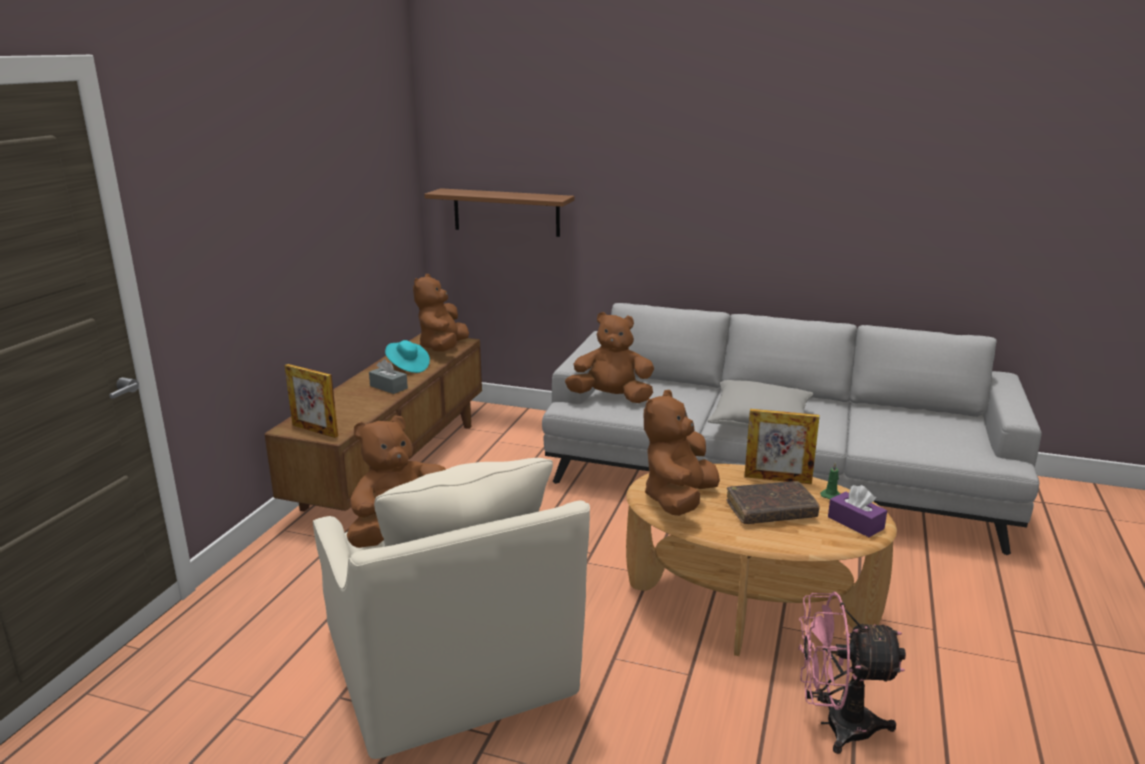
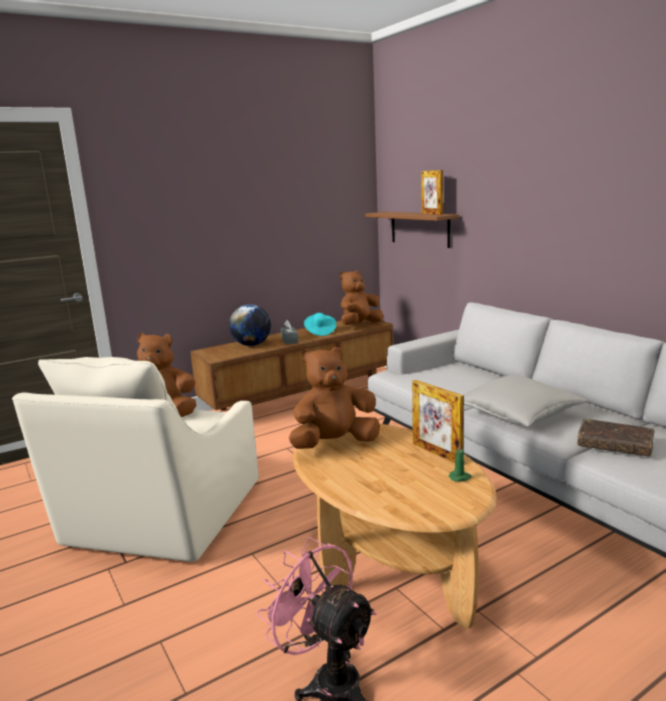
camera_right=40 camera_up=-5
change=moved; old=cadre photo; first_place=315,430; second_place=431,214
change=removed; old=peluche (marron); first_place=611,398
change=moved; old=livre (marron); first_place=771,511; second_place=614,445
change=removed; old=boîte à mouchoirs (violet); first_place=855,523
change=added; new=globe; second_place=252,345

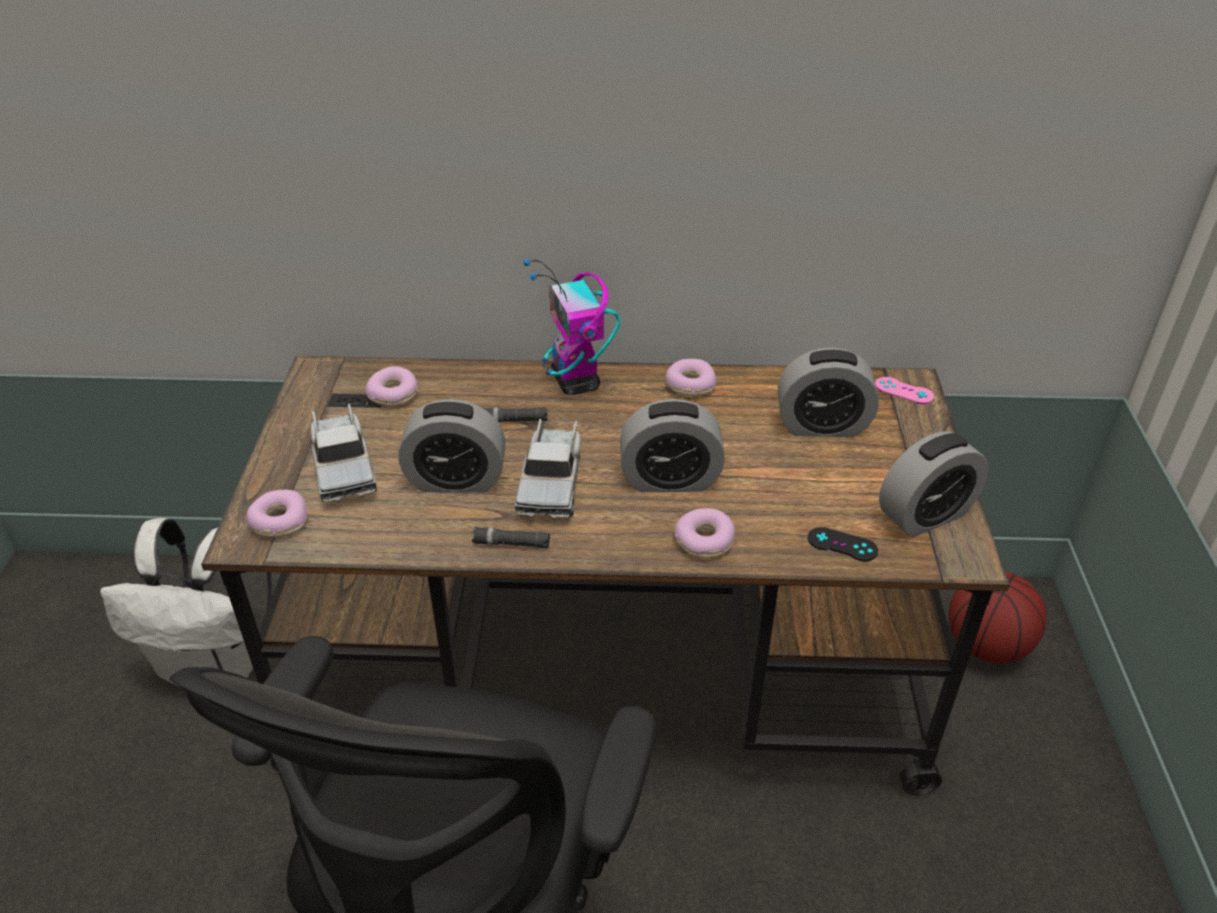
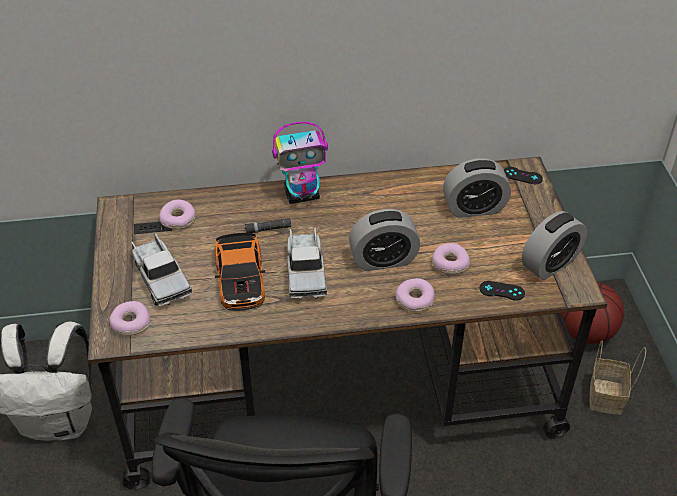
camera_right=-10 camera_up=5
change=replaced; old=réveil; new=petite voiture; first_place=456,480; second_place=241,278
change=removed; old=lampe de poche (noir); first_place=511,543
change=turned; old=robot jouet; first_place=576,382; second_place=302,195; degrees=-75
change=moved; old=beignet; first_place=689,385; second_place=449,264
change=recoloured; old=manette (rose); new=manette (noir); first_place=904,391; second_place=522,176
change=added; new=panier; second_place=606,397

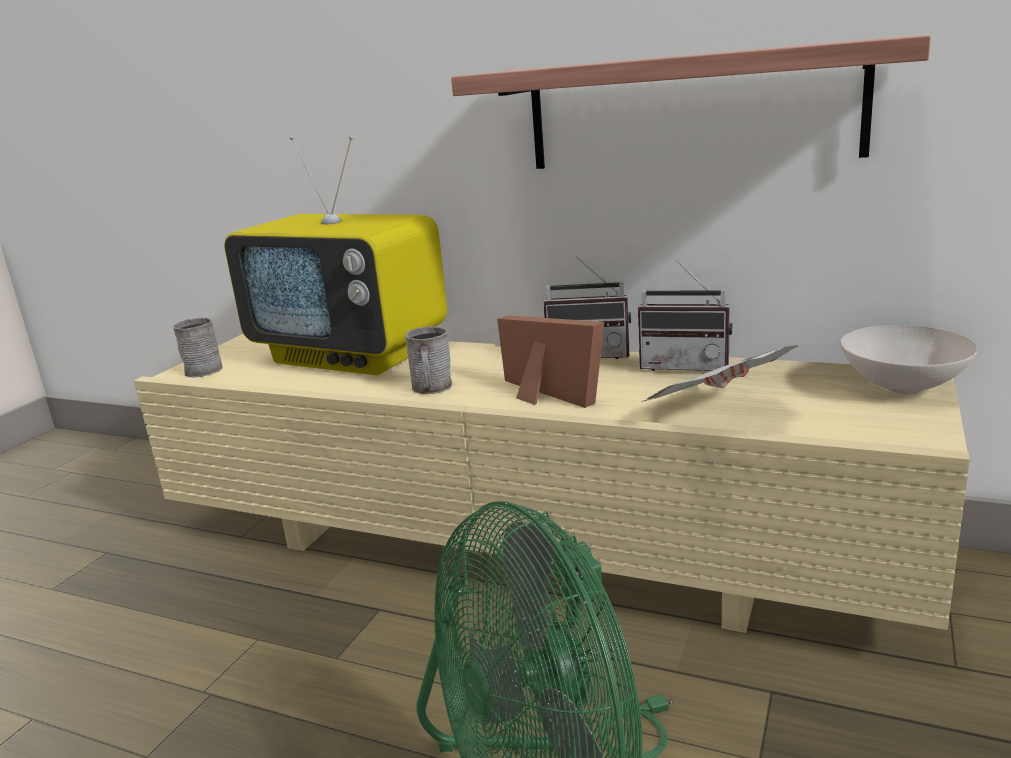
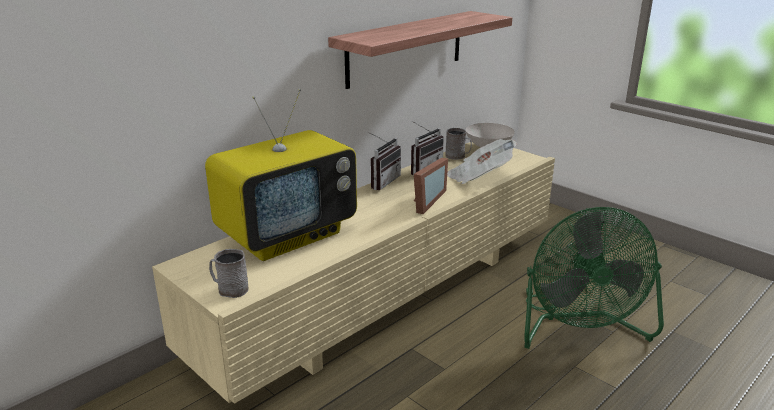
camera_right=-70 camera_up=5
change=moved; old=mug (gris); first_place=432,388; second_place=458,156
change=turned; old=cadre photo; first_place=543,397; second_place=424,201; degrees=135

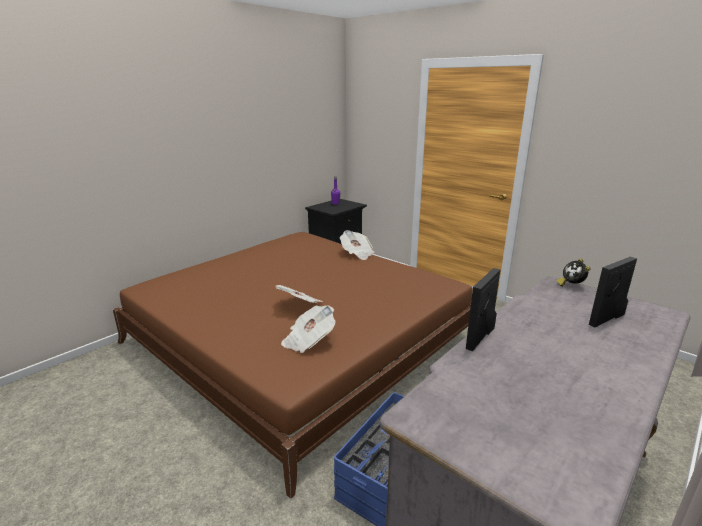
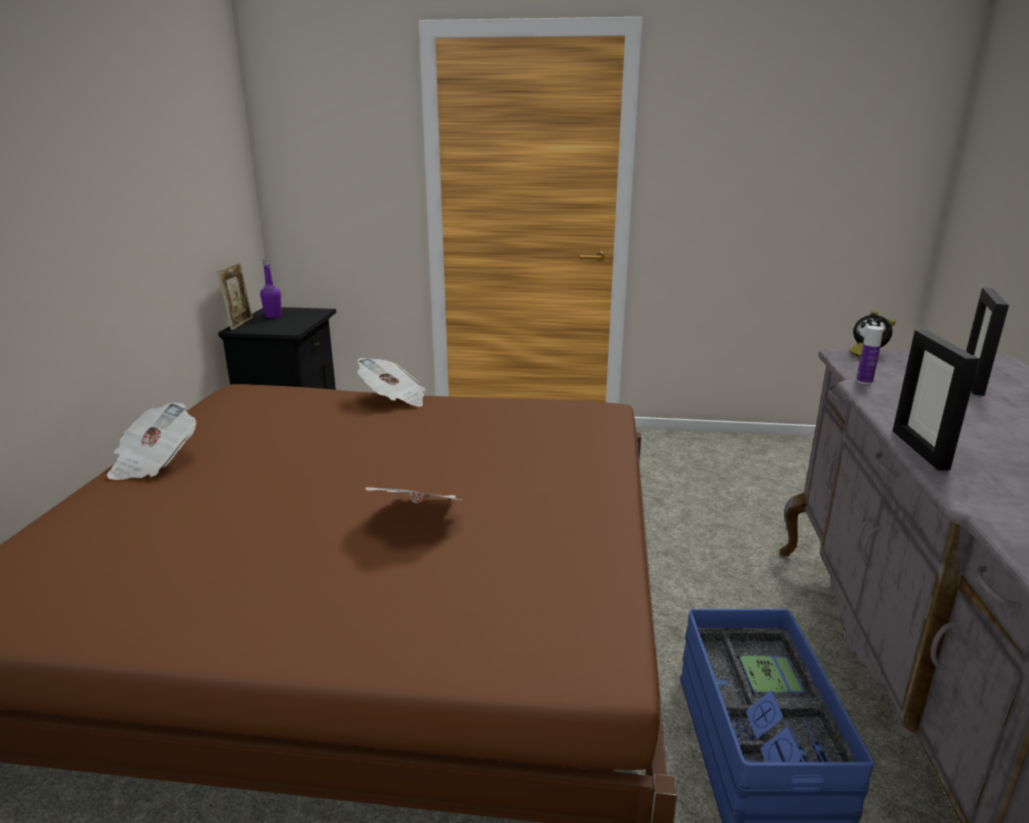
camera_right=-35 camera_up=0
change=moved; old=journal; first_place=308,341; second_place=154,463
change=added; new=cadre photo; second_place=240,324
change=added; new=bouteille; second_place=864,381

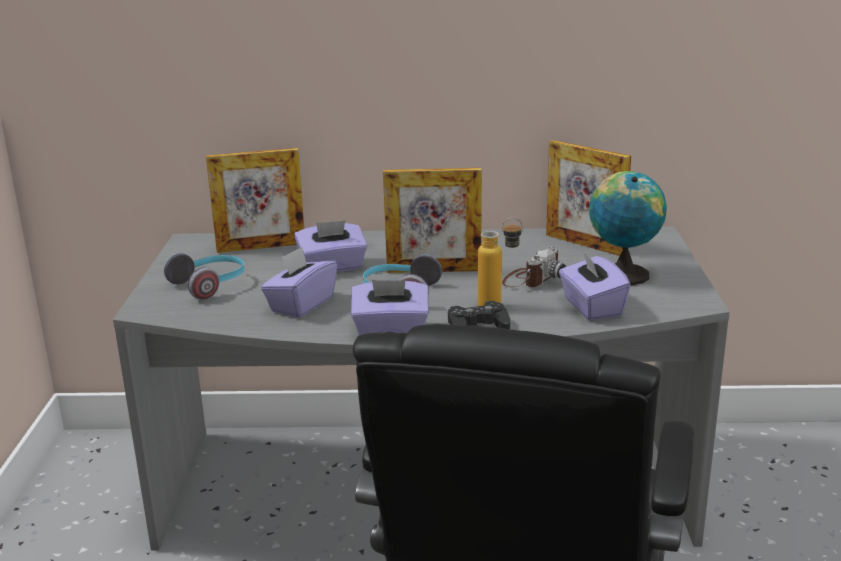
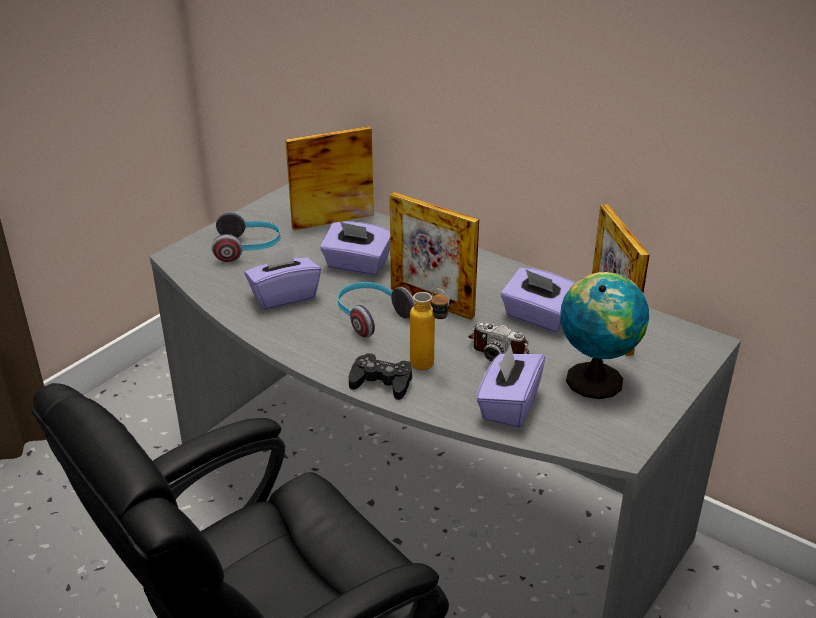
camera_right=35 camera_up=10
change=turned; old=cadre photo; first_place=261,247; second_place=333,221; degrees=135
change=moved; old=boîte à mouchoirs (violet); first_place=390,331; second_place=538,318
change=turned; old=appareil photo; first_place=531,279; second_place=501,348; degrees=45

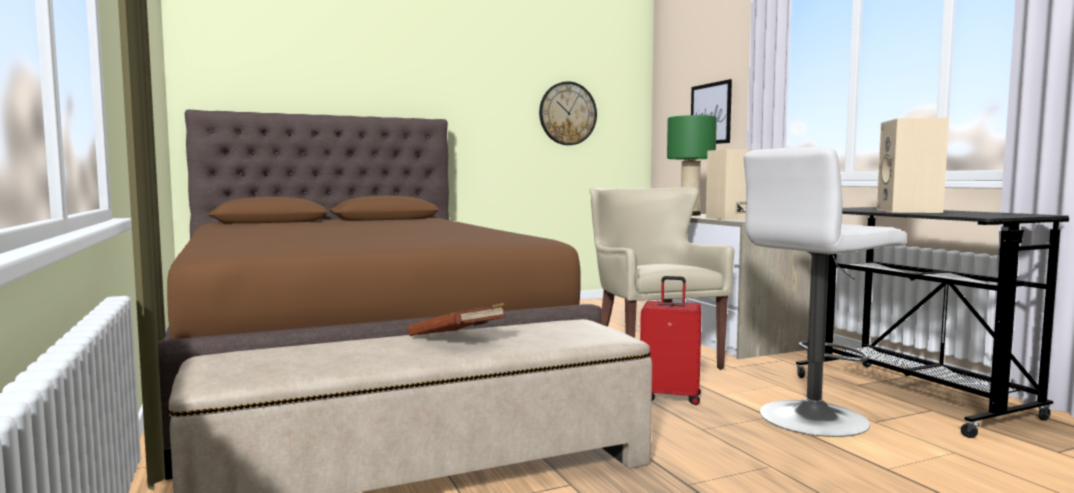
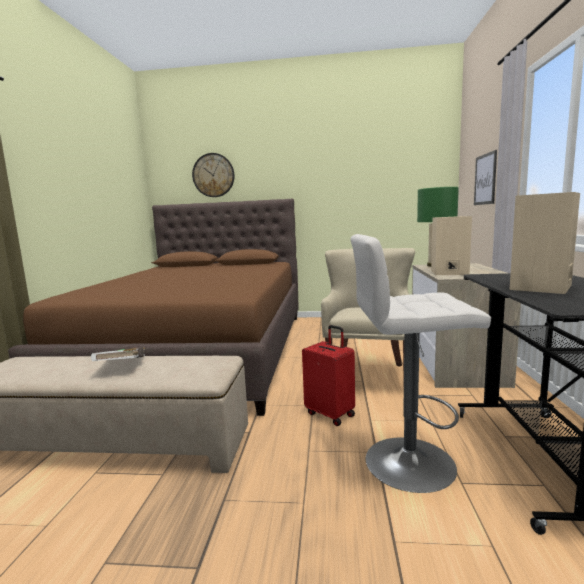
camera_right=30 camera_up=5
change=recoloured; old=livre (marron); new=livre (blanc); first_place=457,340; second_place=123,366
change=moved; old=horloge murale; first_place=567,113; second_place=213,175

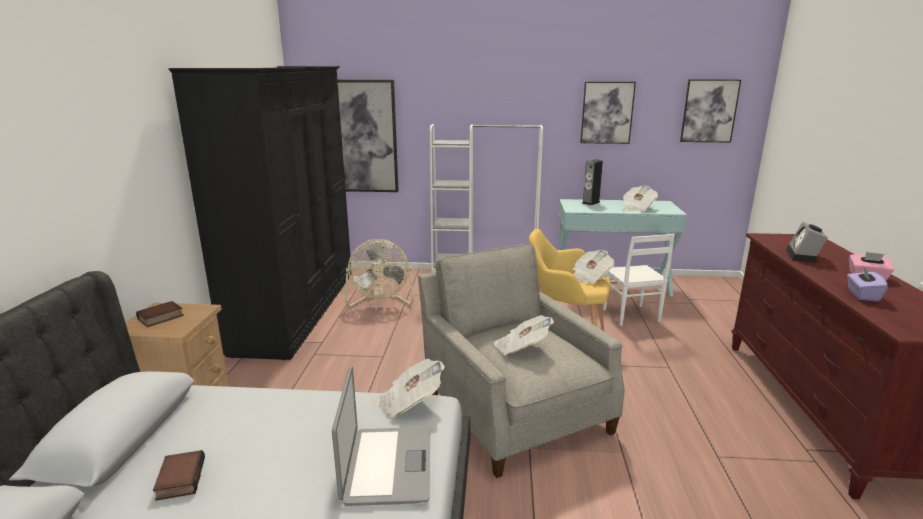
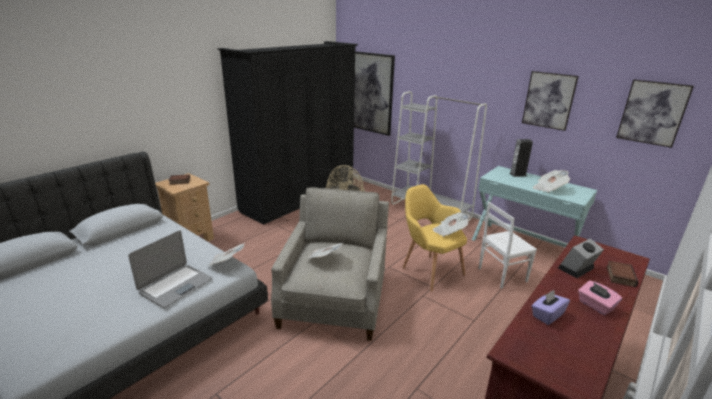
camera_right=35 camera_up=5
change=moved; old=livre; first_place=179,479; second_place=619,276
change=turned; old=chaise (blanc); first_place=630,316; second_place=501,274; degrees=45

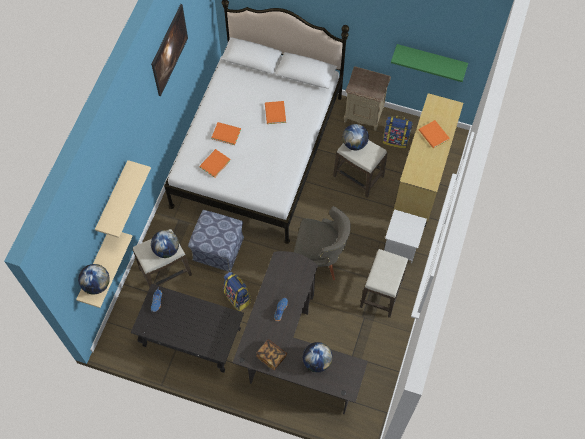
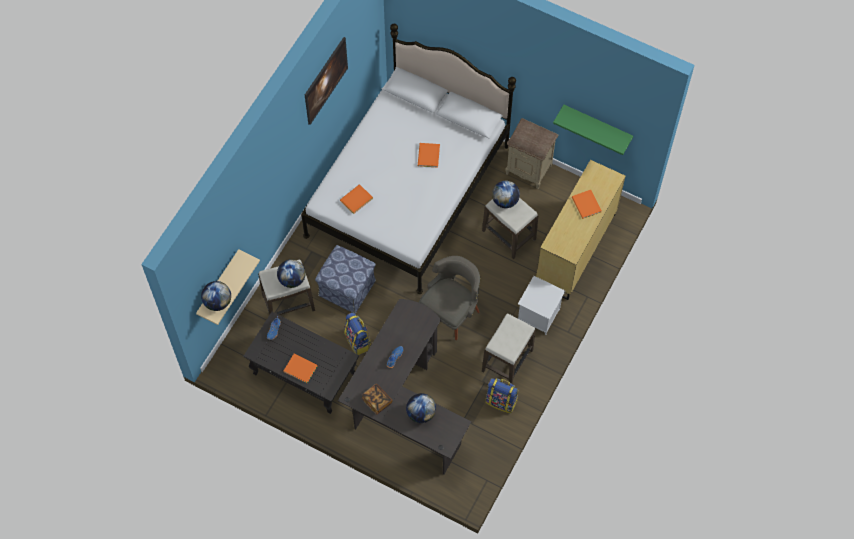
camera_right=10 camera_up=0
change=removed; old=étagère (beige); first_place=113,199
change=moved; old=livre (orange); first_place=225,133; second_place=300,367
change=turned; old=chaise (gris); first_place=320,258; second_place=450,315; degrees=-75
change=moved; old=sac à dos; first_place=396,140; second_place=501,401

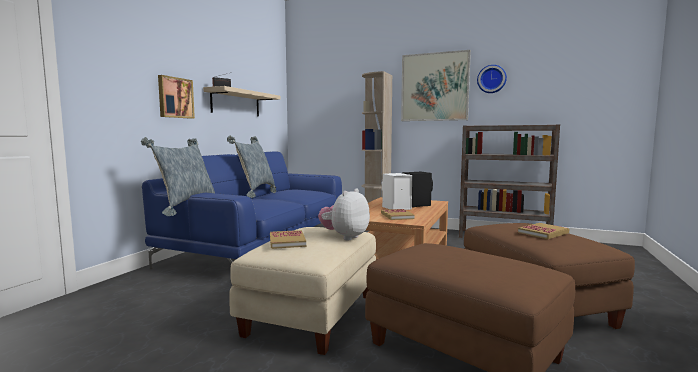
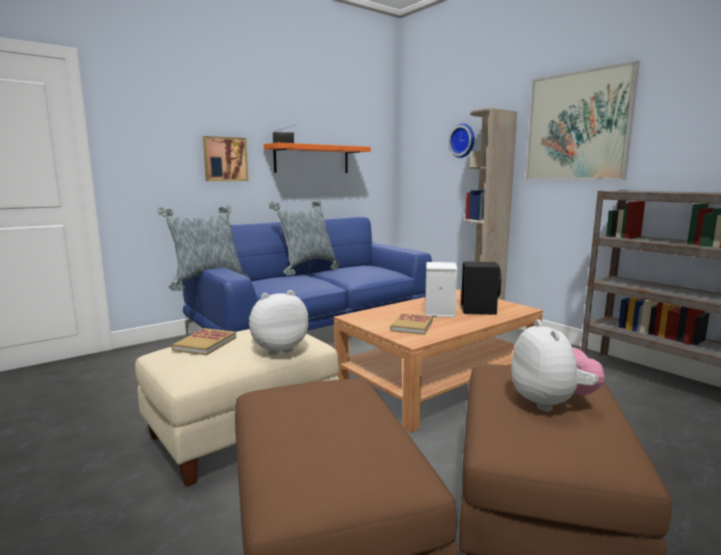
camera_right=30 camera_up=5
change=recoloured; old=étagère (beige); new=étagère (orange); first_place=236,103; second_place=312,159
change=moved; old=horloge murale; first_place=491,79; second_place=463,140
change=replaced; old=livre; new=peluche; first_place=543,233; second_place=551,403

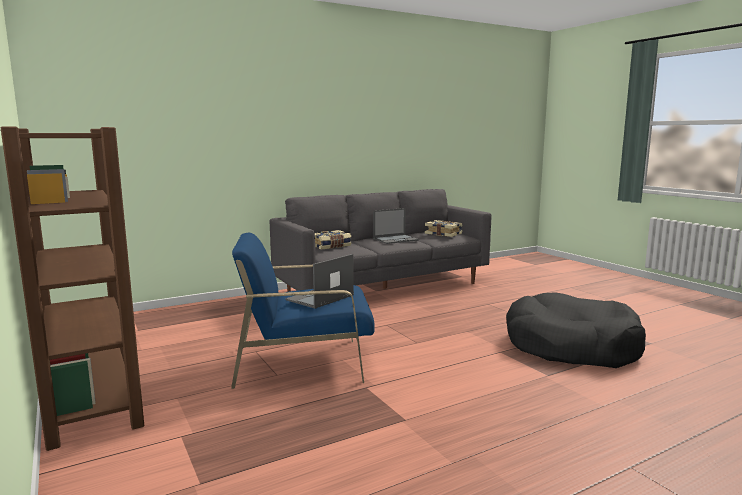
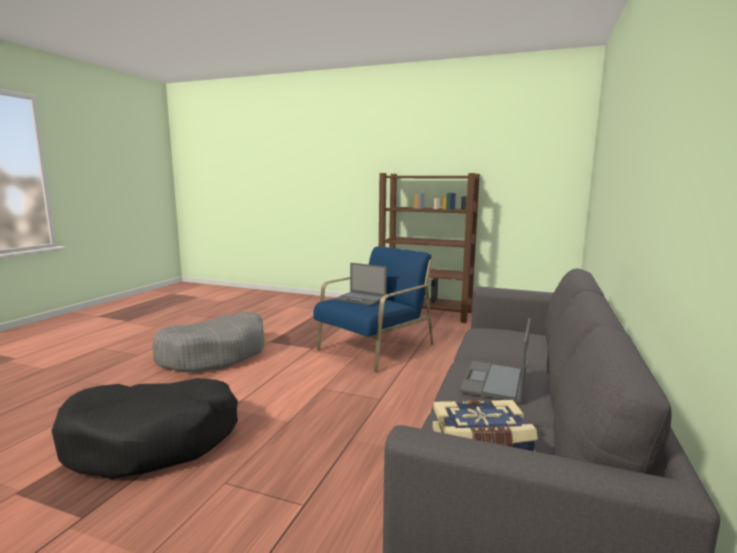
camera_right=140 camera_up=0
change=turned; old=ordinateur portable; first_place=319,298; second_place=361,299; degrees=120
change=removed; old=livre; first_place=331,246
change=added; new=panier pour chien (gris); second_place=215,355

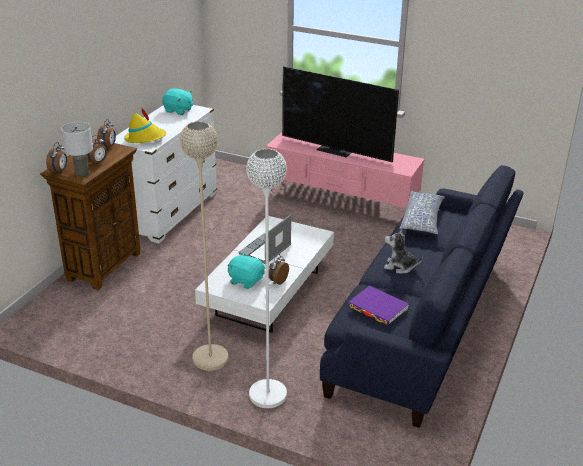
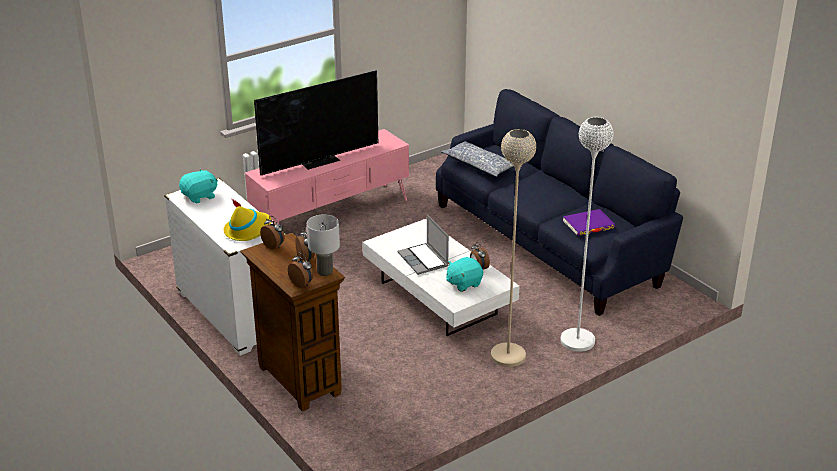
camera_right=-60 camera_up=0
change=removed; old=peluche; first_place=400,266

